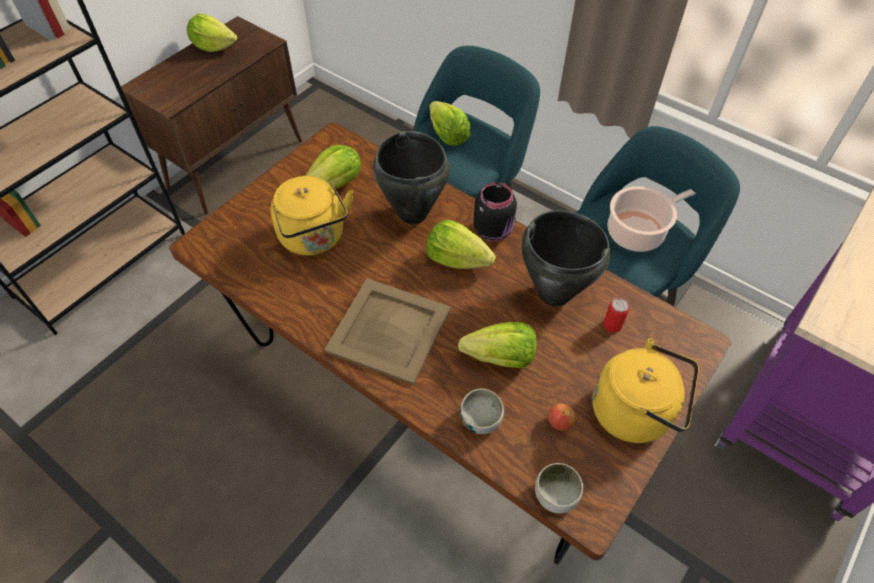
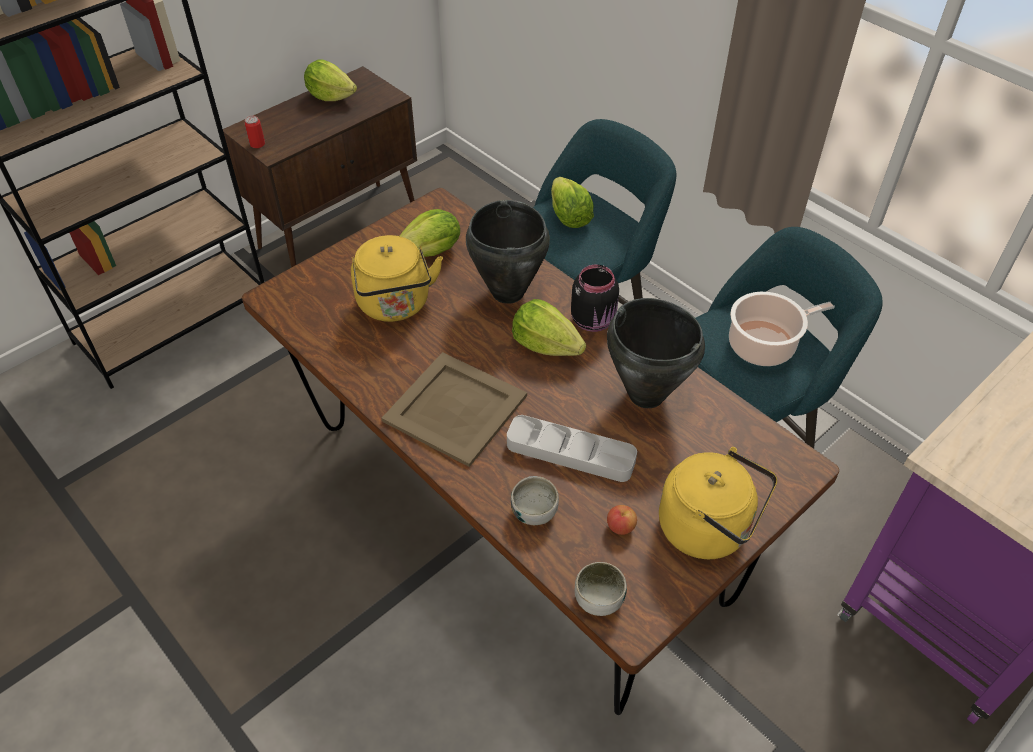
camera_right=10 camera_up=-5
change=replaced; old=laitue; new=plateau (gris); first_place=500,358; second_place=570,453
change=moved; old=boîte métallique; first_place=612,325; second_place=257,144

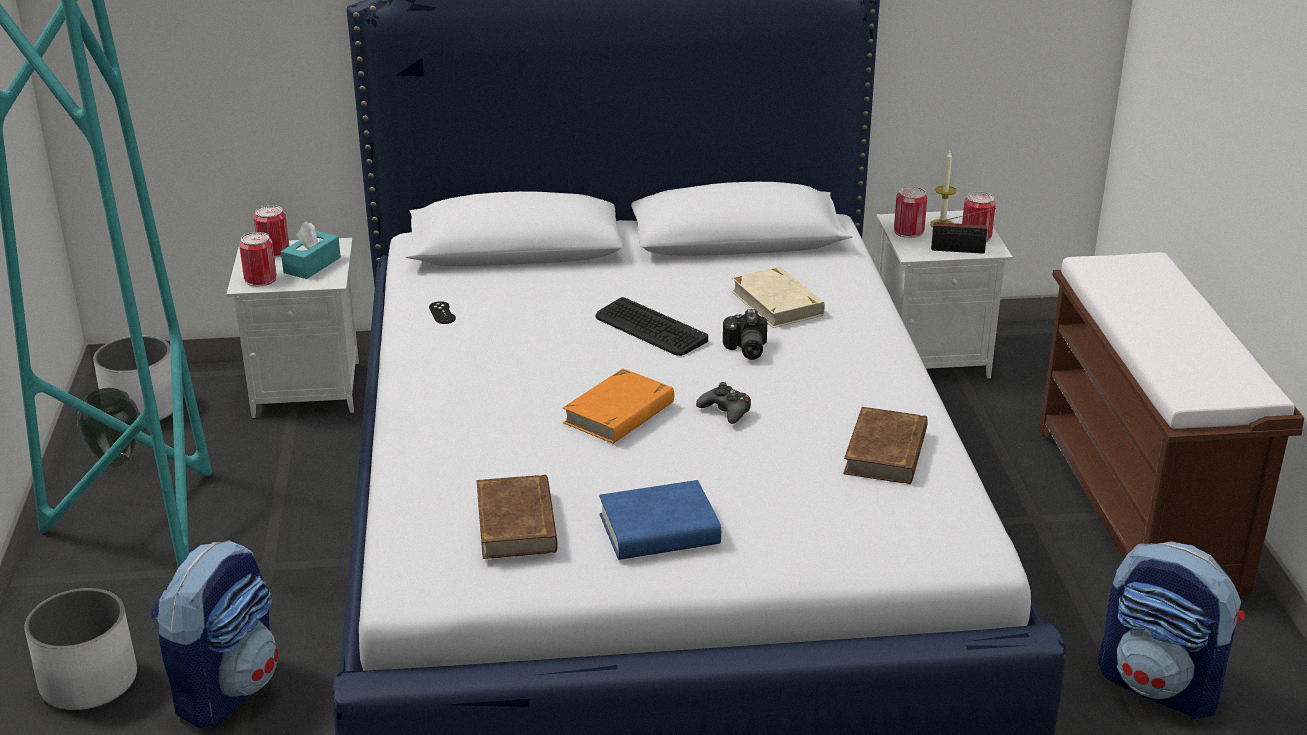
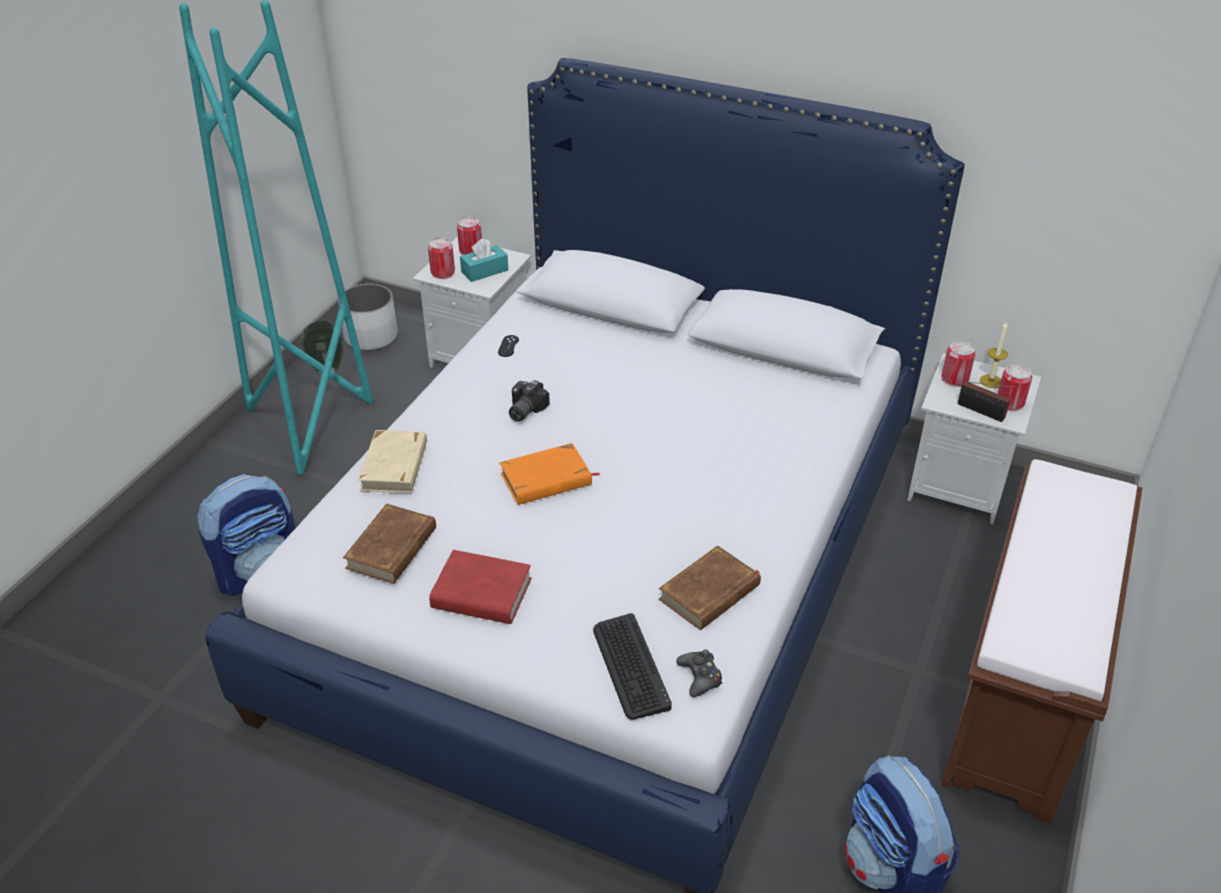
camera_right=30 camera_up=10
change=removed; old=cache-pot (blanc); first_place=89,681
change=moved; old=clavier; first_place=650,329; second_place=630,667
change=recoloured; old=livre (bleu); new=livre (rouge); first_place=659,530; second_place=481,594
change=moved; old=manette (noir); first_place=726,411; second_place=700,677
change=moved; old=appareil photo; first_place=745,349; second_place=523,410
change=moved; old=livre (beige); first_place=777,303; second_place=395,466

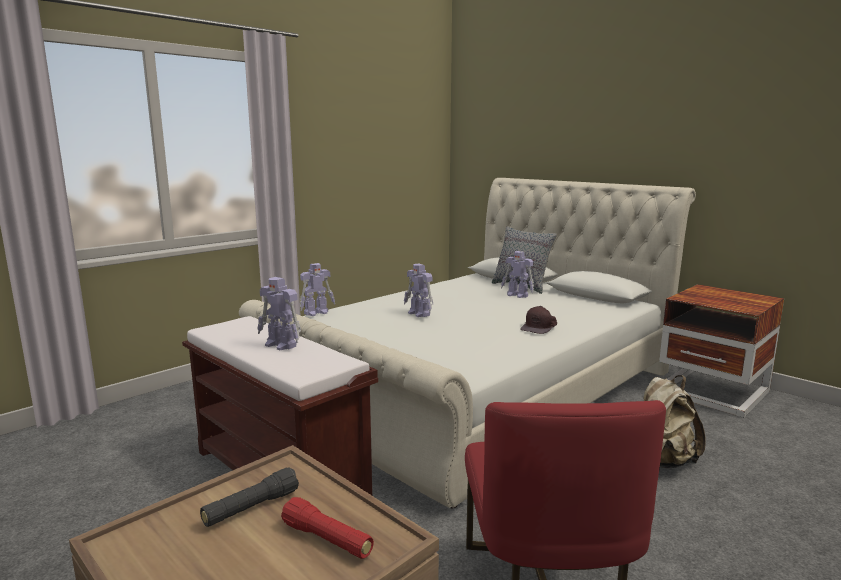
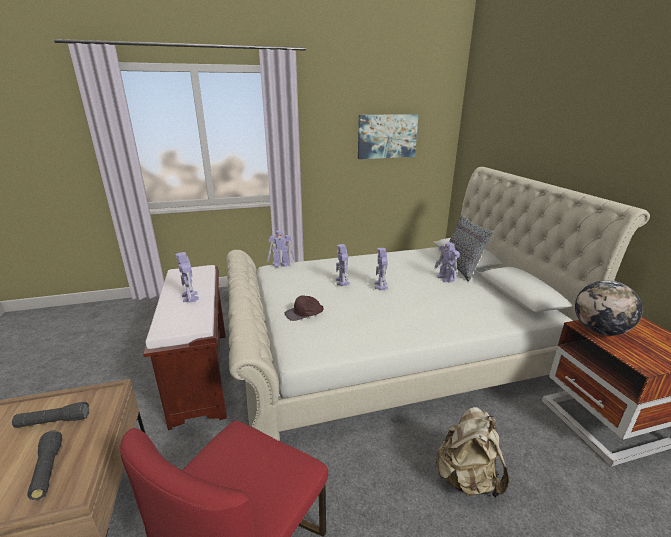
camera_right=30 camera_up=10
change=recoloured; old=lampe de poche (rouge); new=lampe de poche (noir); first_place=327,540; second_place=48,470
change=moved; old=casquette (marron); first_place=539,327; second_place=304,313
change=added; new=tableau; second_place=387,136
change=added; new=robot jouet; second_place=380,286
change=added; new=globe; second_place=599,331

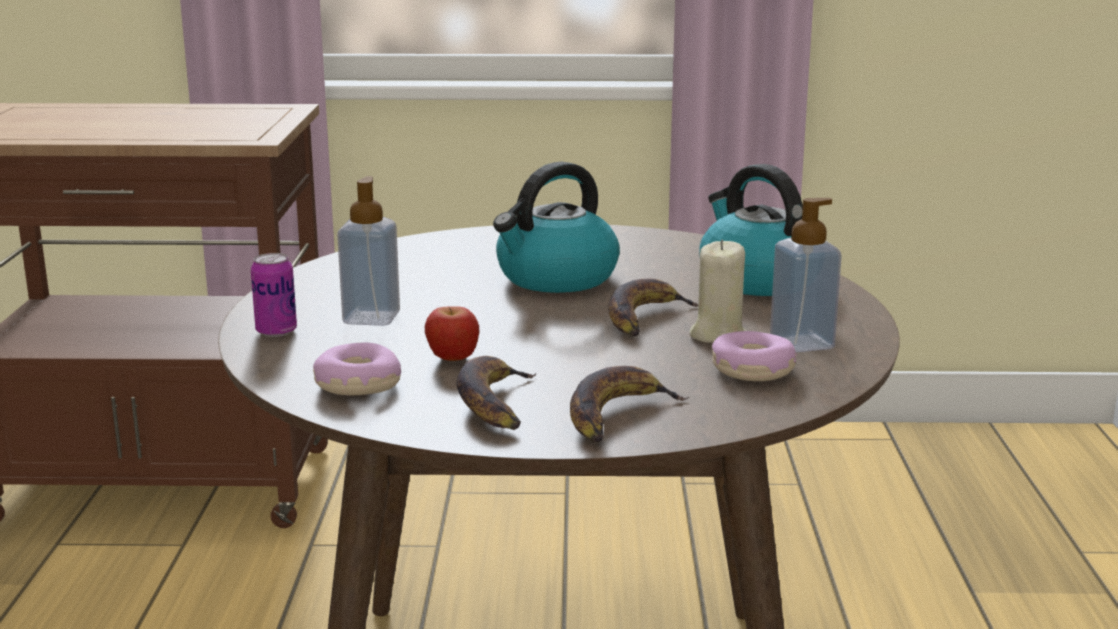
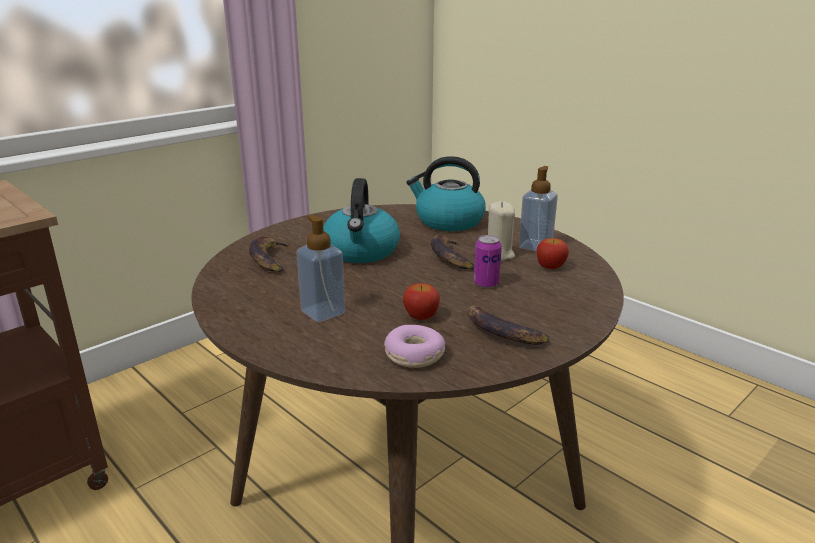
camera_right=-45 camera_up=5
change=moved; old=boîte métallique; first_place=276,331; second_place=486,283
change=moved; old=banane; first_place=617,414; second_place=269,259
change=replaced; old=beignet; new=pomme; first_place=753,370; second_place=551,267

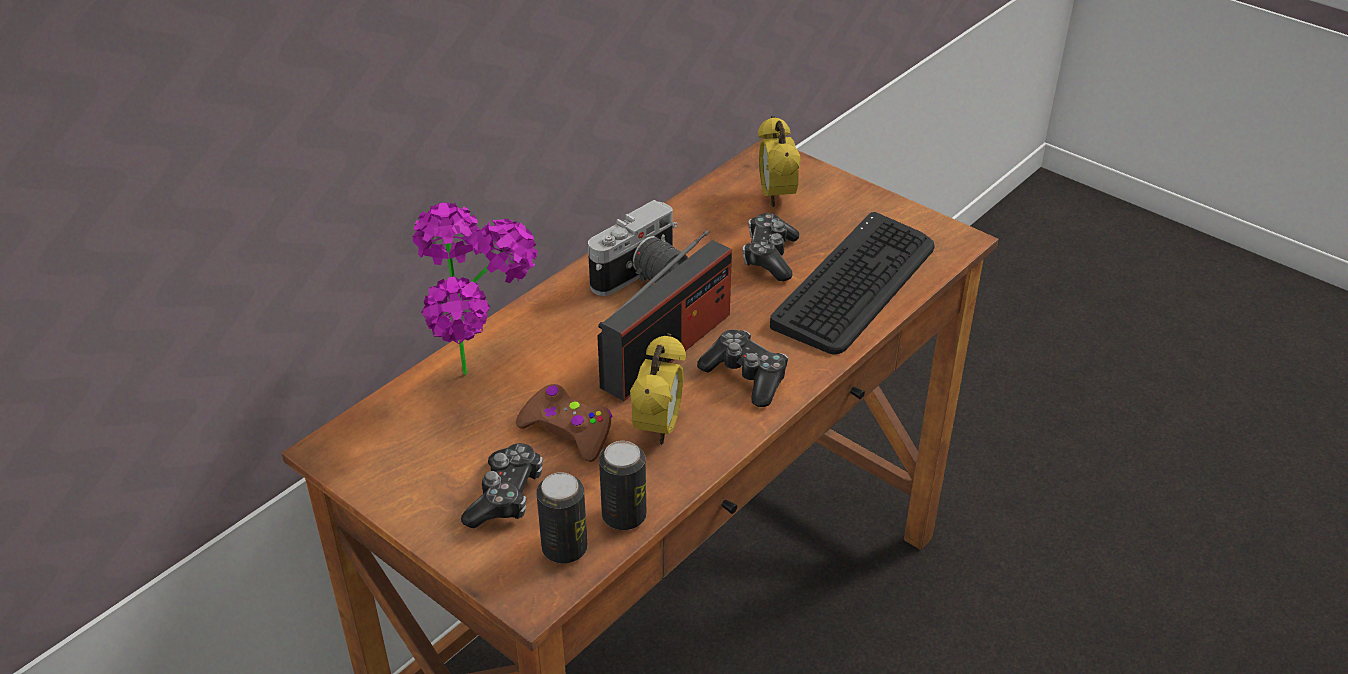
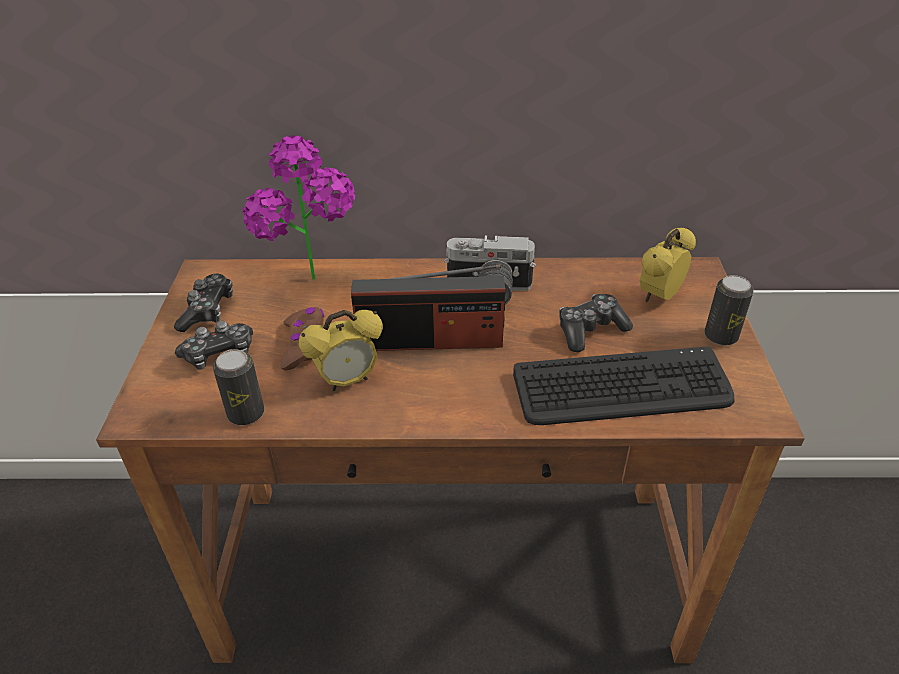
camera_right=50 camera_up=0
change=moved; old=boîte métallique; first_place=564,548; second_place=720,336
change=moved; old=manette; first_place=746,377; second_place=208,311

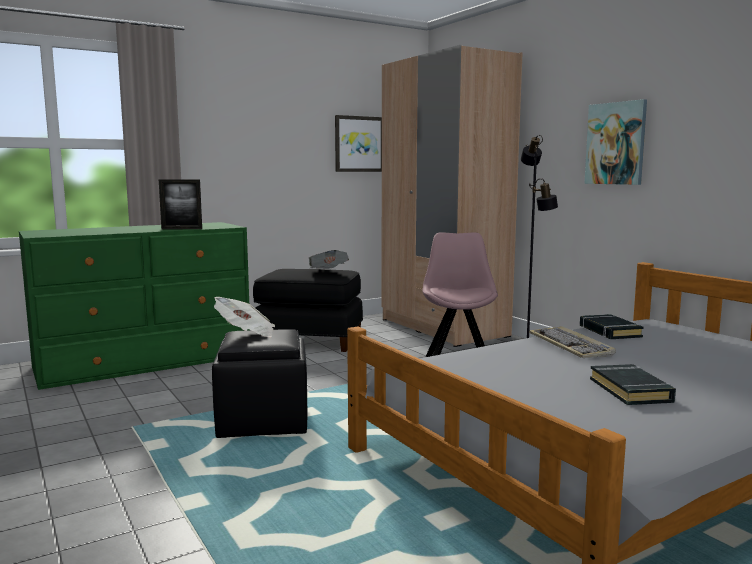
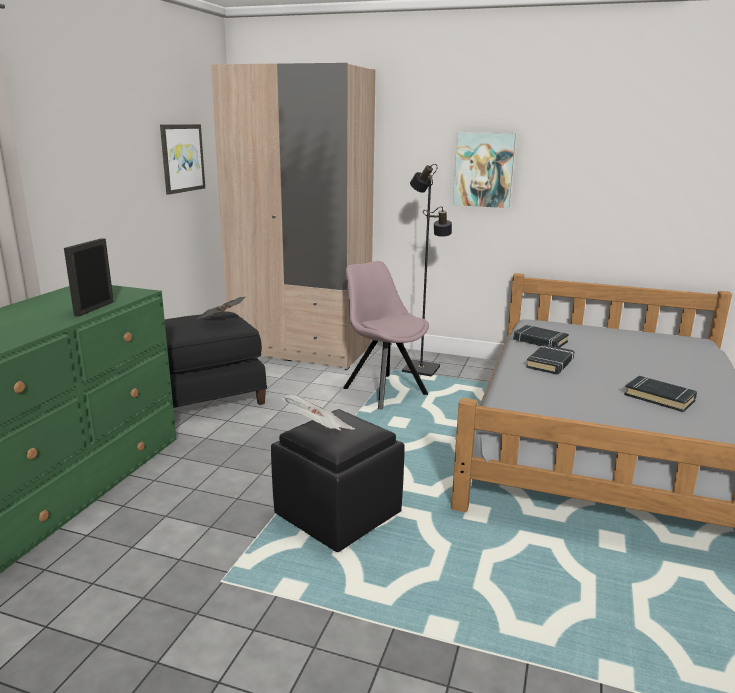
camera_right=-40 camera_up=10
change=turned; old=cadre photo; first_place=182,229; second_place=94,309; degrees=150
change=replaced; old=clavier; new=livre (noir); first_place=571,345; second_place=550,363

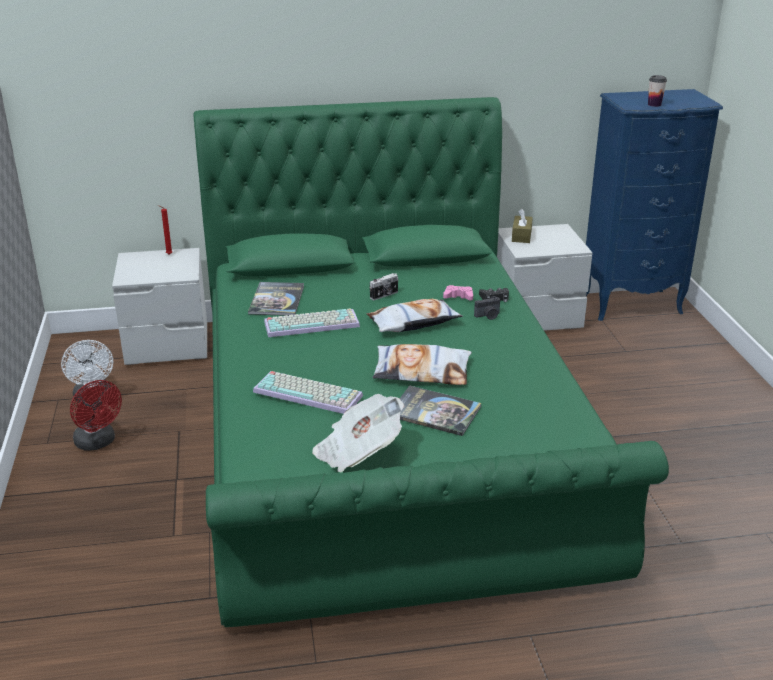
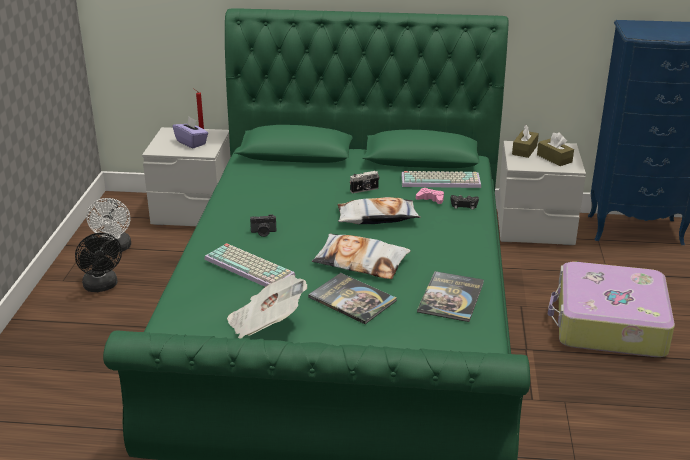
camera_right=15 camera_up=0
change=recoloured; old=ventilateur (rouge); new=ventilateur (noir); first_place=98,443; second_place=102,287
change=moved; old=livre; first_place=277,300; second_place=451,297
change=moved; old=clavier; first_place=312,323; second_place=441,180
change=moved; old=appareil photo; first_place=488,316; second_place=263,232
change=removed; old=tasse; first_place=654,104
change=added; new=boîte à mouchoirs (violet); second_place=191,143
change=added; new=boîte à mouchoirs (marron); second_place=554,158
change=added; new=valise; second_place=608,324

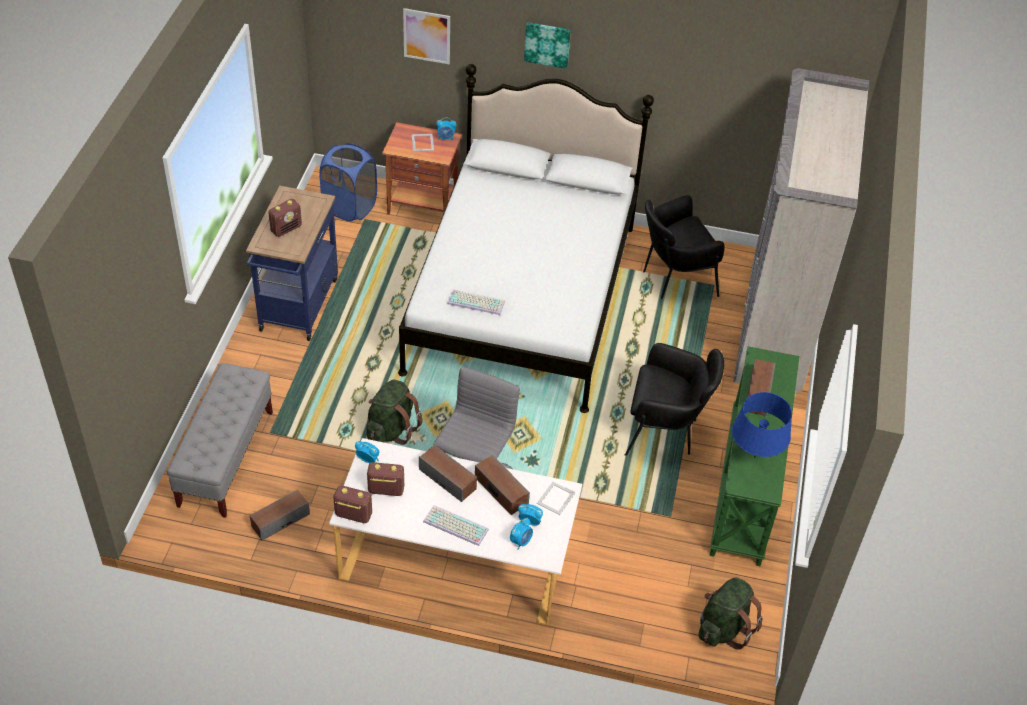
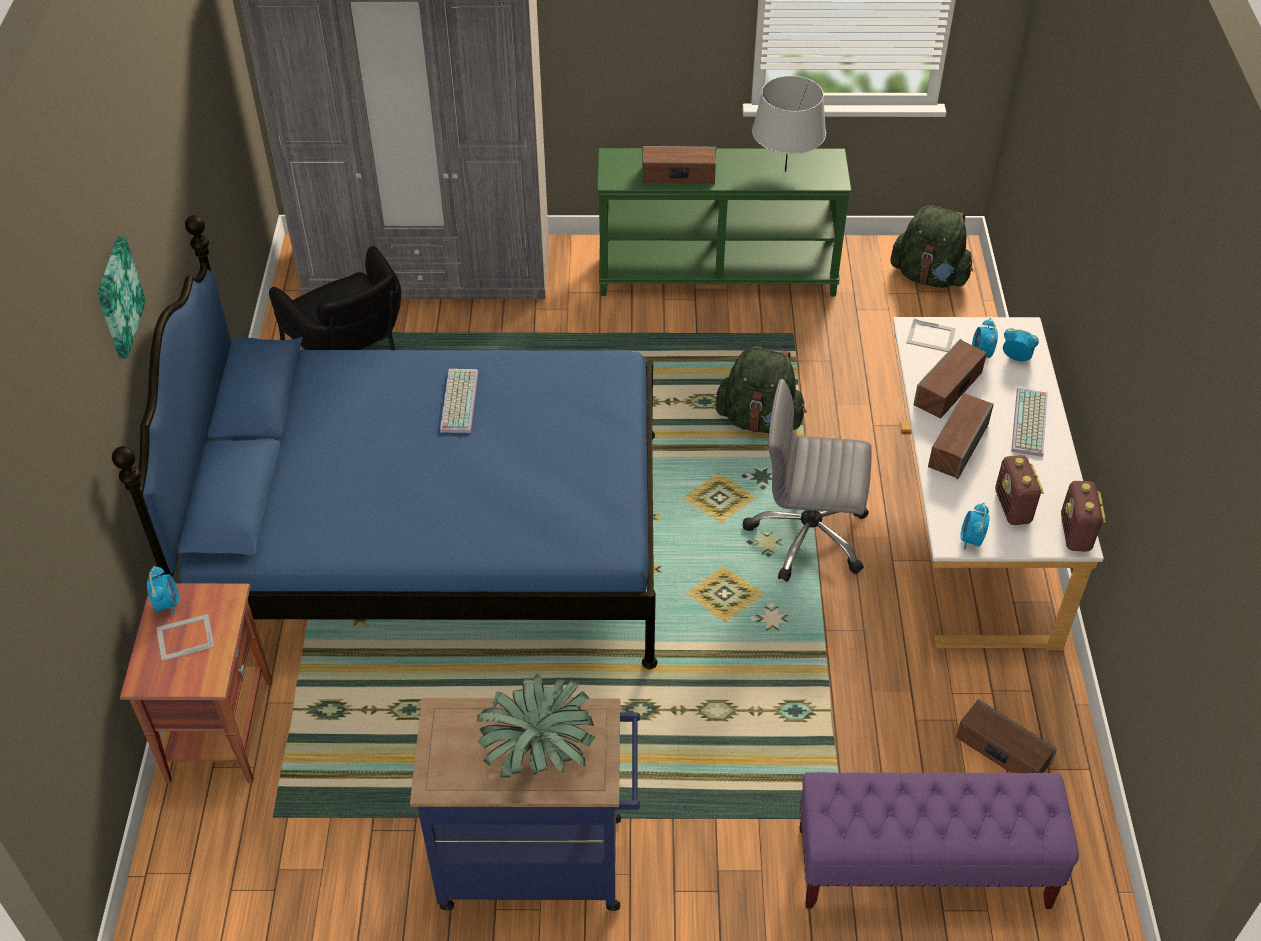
camera_right=-100 camera_up=0
change=recoloured; old=banc (gris); new=banc (violet); first_place=226,458; second_place=922,868
change=replaced; old=radio; new=plante en pot; first_place=286,228; second_place=538,751
change=removed; old=panier à linge (bleu); first_place=350,207
change=moved; old=sac à dos (vert); first_place=391,429; second_place=759,420
change=recoloured; old=lit (blanc); new=lit (bleu); first_place=522,298; second_place=435,542
change=removed; old=tableau; first_place=427,36
change=moved; old=clavier; first_place=477,302; second_place=457,400
change=removed; old=fauteuil (noir); first_place=665,432
change=recoloured; old=lampe de table (bleu); new=lampe de table (gris); first_place=754,457; second_place=785,171

